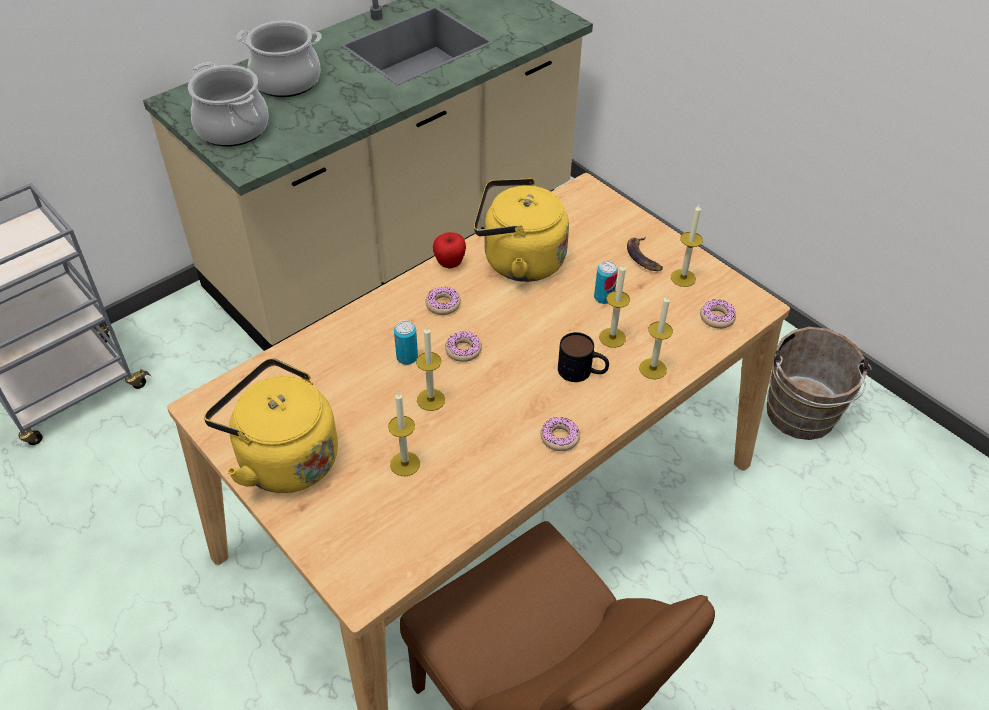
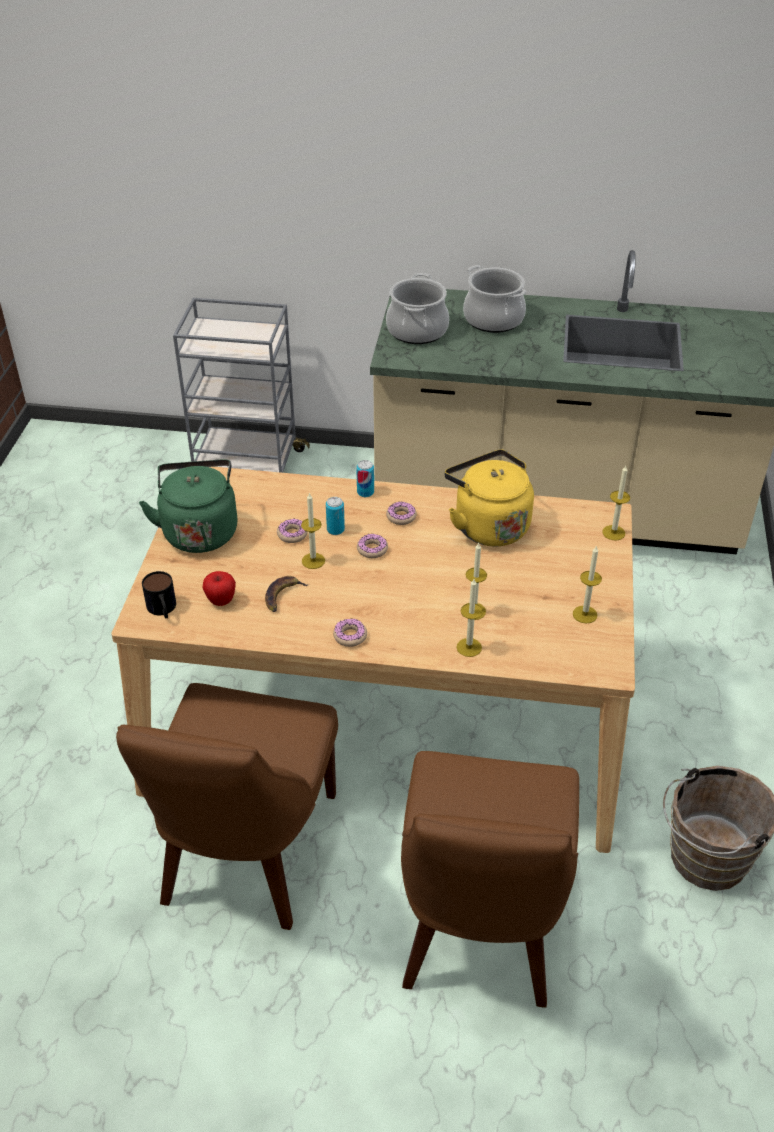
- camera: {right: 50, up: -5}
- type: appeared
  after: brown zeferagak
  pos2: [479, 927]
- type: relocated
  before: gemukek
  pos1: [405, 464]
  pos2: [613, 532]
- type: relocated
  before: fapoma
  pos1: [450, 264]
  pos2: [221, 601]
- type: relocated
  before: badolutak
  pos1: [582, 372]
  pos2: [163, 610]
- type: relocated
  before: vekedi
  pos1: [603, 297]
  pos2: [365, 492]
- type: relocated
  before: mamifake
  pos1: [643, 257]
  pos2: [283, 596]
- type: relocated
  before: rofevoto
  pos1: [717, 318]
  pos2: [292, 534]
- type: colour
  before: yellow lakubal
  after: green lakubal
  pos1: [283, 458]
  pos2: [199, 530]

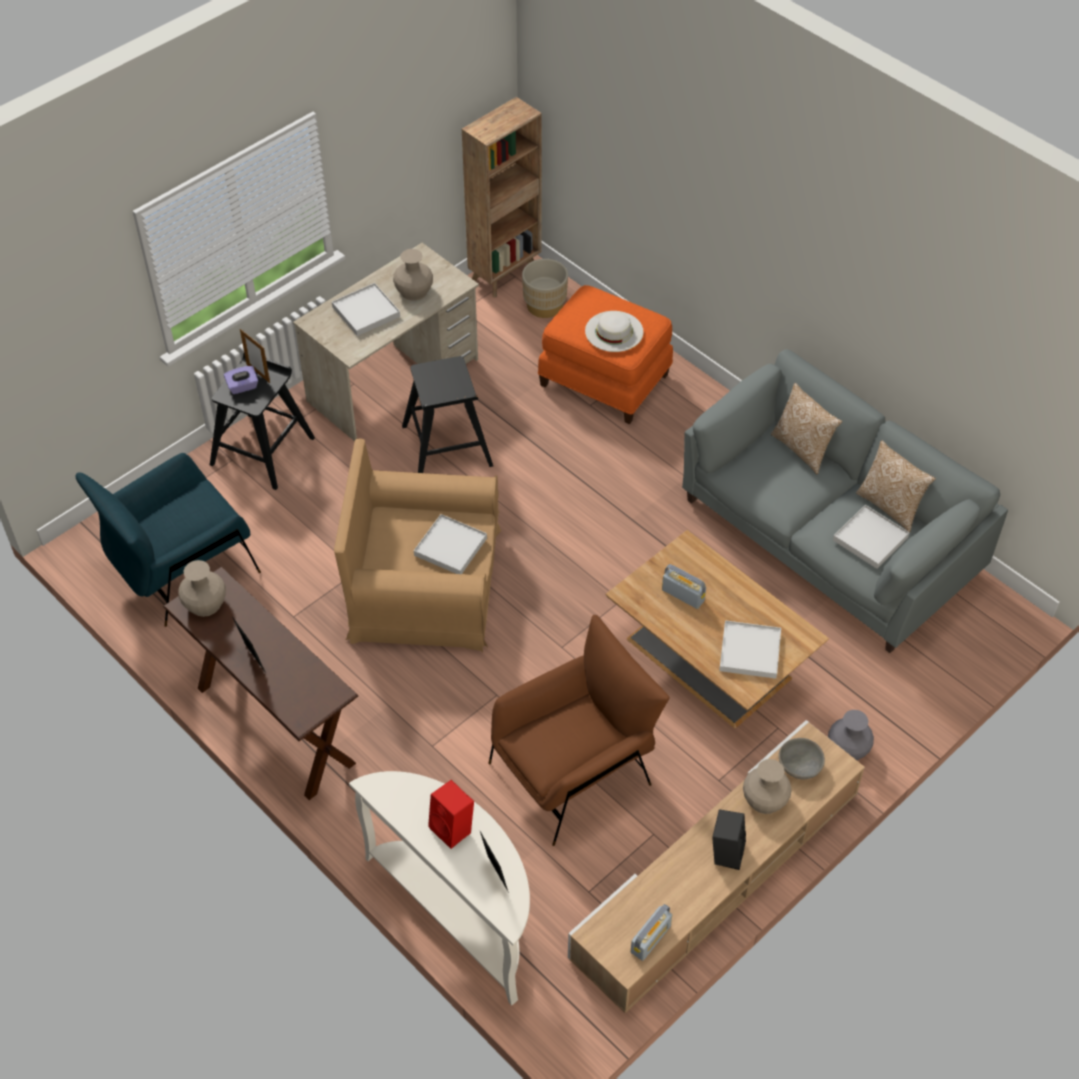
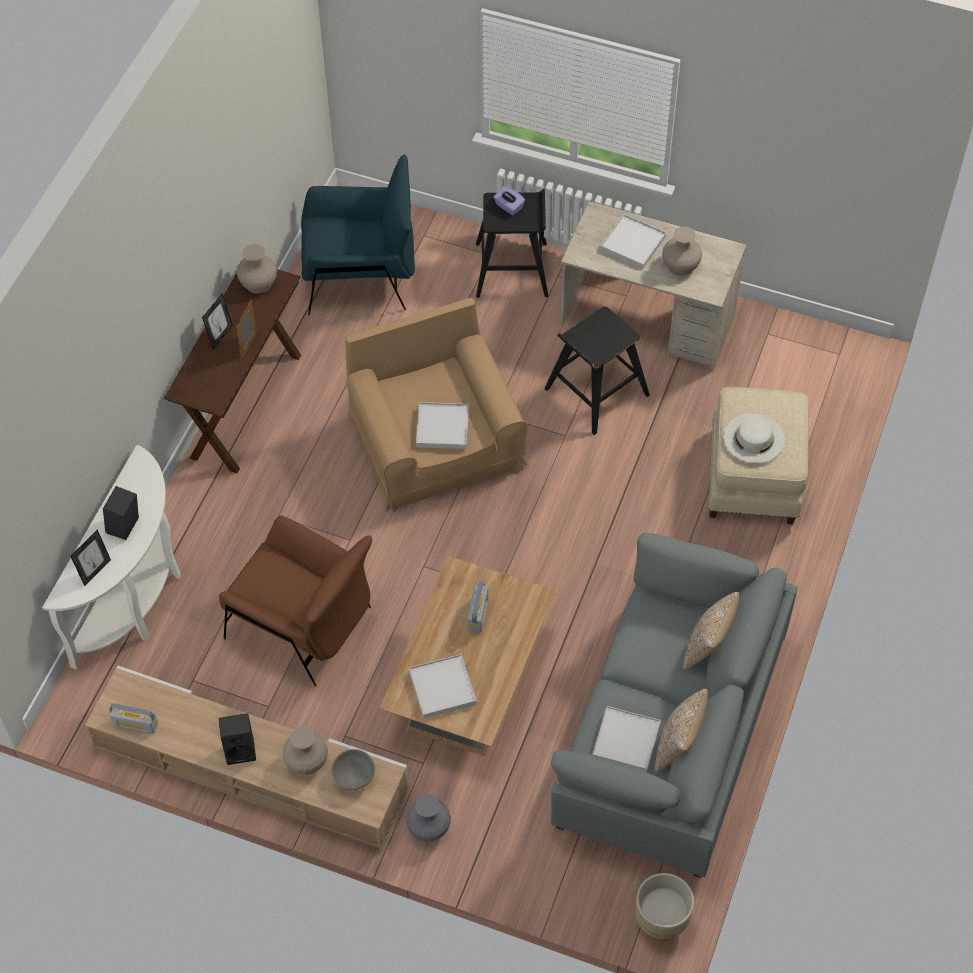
- camera: {right: 65, up: 5}
- type: missing
  before: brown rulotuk
  pos1: [505, 274]
- type: relocated
  before: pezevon
  pos1: [258, 373]
  pos2: [249, 344]
- type: relocated
  before: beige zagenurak
  pos1: [545, 306]
  pos2: [661, 920]
- type: colour
  before: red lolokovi
  after: black lolokovi
  pos1: [453, 829]
  pos2: [125, 528]
- type: colour
  before: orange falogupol
  after: beige falogupol
  pos1: [605, 378]
  pos2: [754, 476]
- type: spun
  before: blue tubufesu
  pos1: [182, 569]
  pos2: [361, 277]
  turn: 150

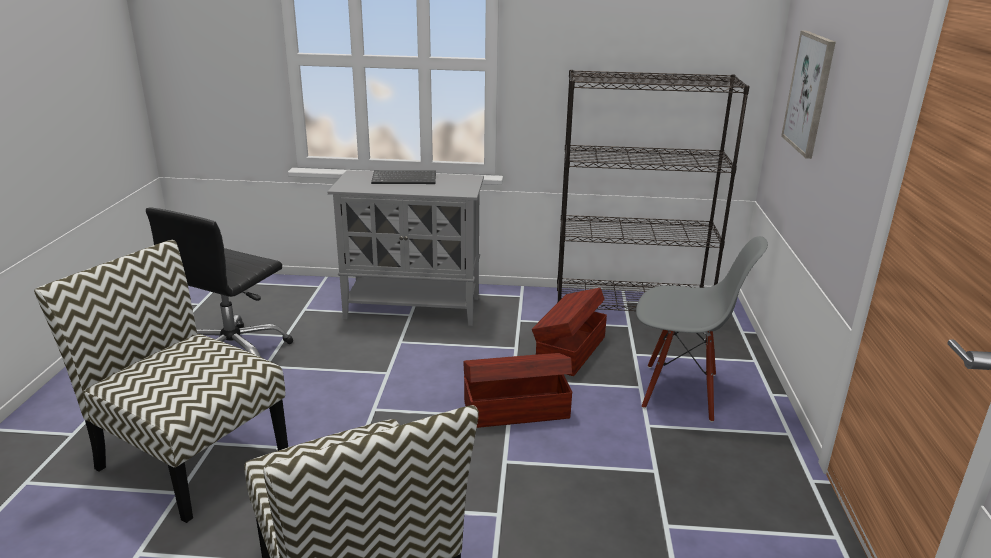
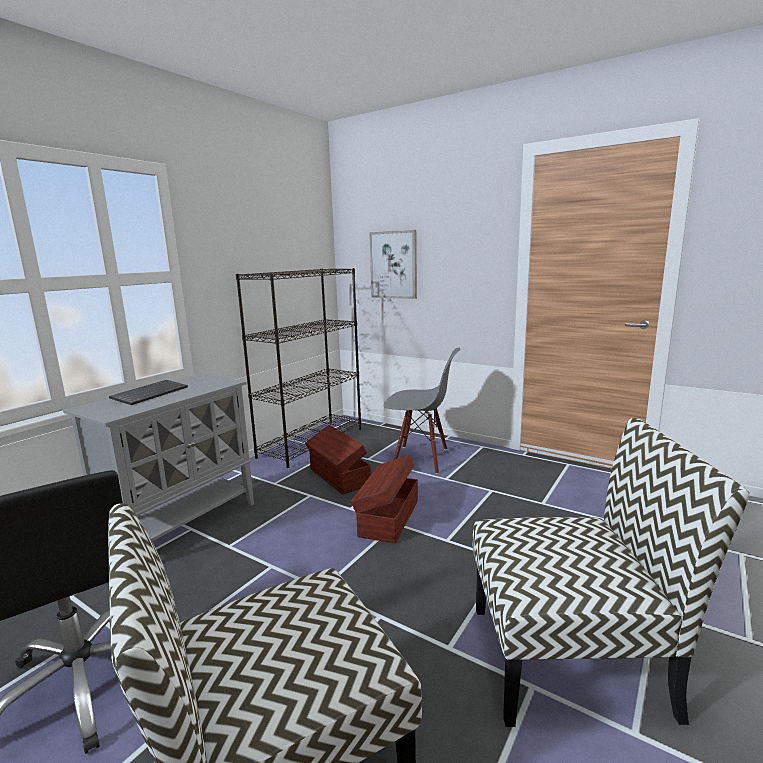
- camera: {right: -60, up: -10}
- type: spun
  before: grey zeferagak
  pos1: [680, 391]
  pos2: [420, 459]
  turn: 60

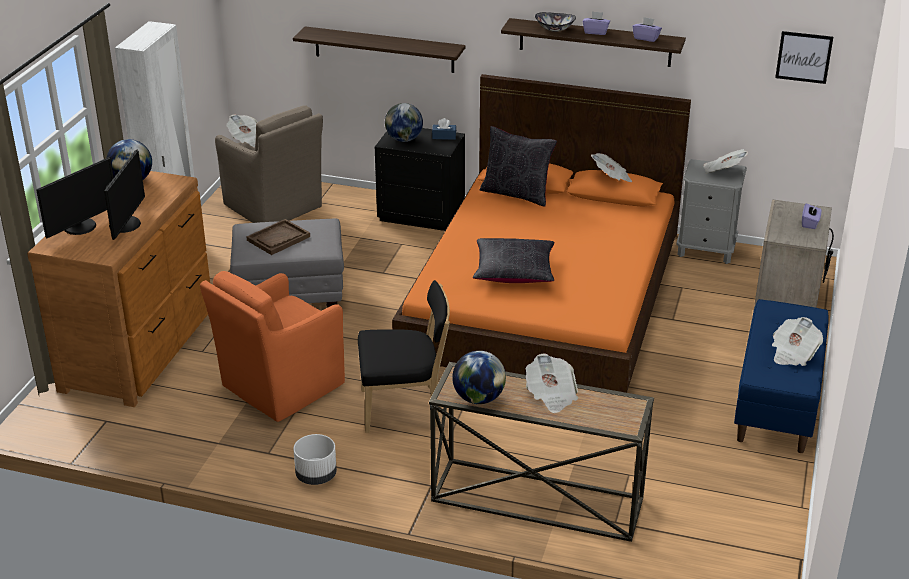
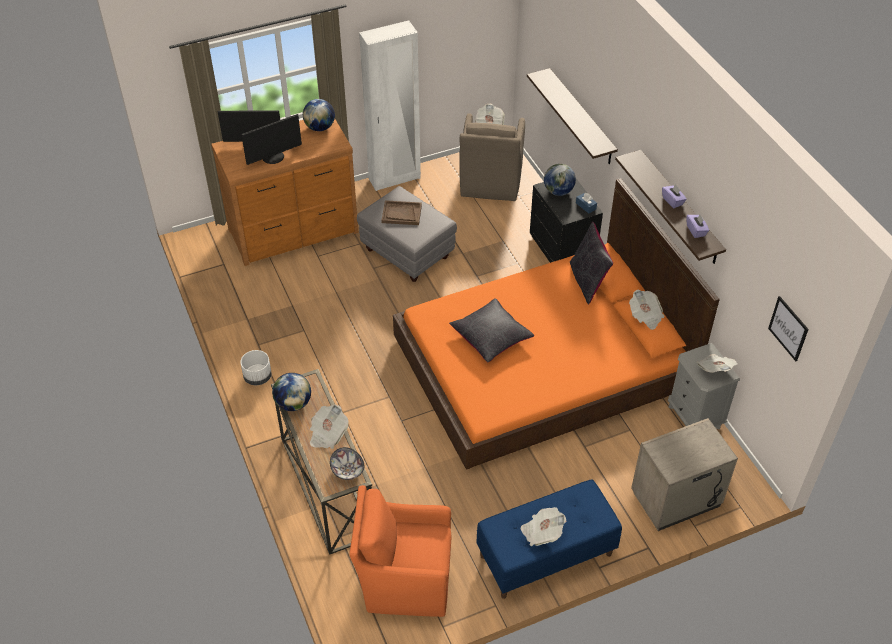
- camera: {right: 50, up: 15}
- type: missing
  before: black zeferagak
  pos1: [404, 409]
- type: missing
  before: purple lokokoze
  pos1: [810, 223]
- type: relocated
  before: orange tubufesu
  pos1: [279, 386]
  pos2: [404, 580]
- type: relocated
  before: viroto
  pos1: [554, 29]
  pos2: [347, 470]

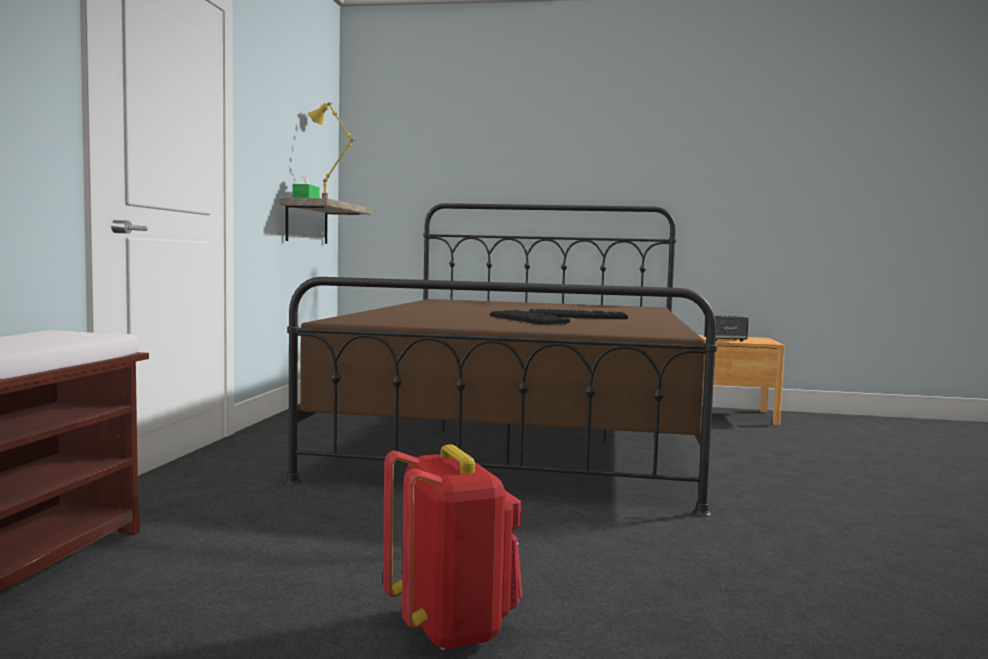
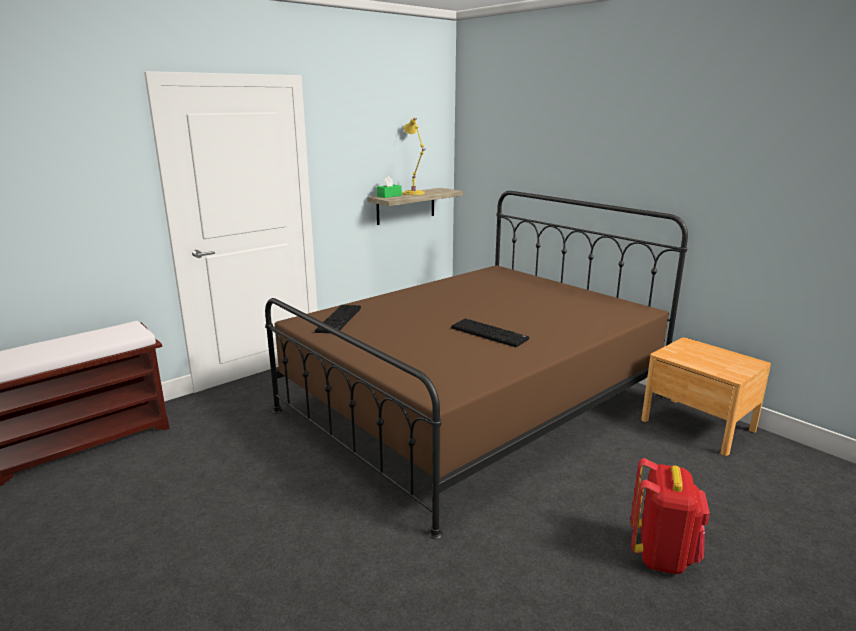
- camera: {right: 40, up: 15}
- type: missing
  before: lolokovi
  pos1: [725, 340]
- type: relocated
  before: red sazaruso
  pos1: [452, 627]
  pos2: [662, 555]
- type: relocated
  before: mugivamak
  pos1: [530, 320]
  pos2: [340, 320]

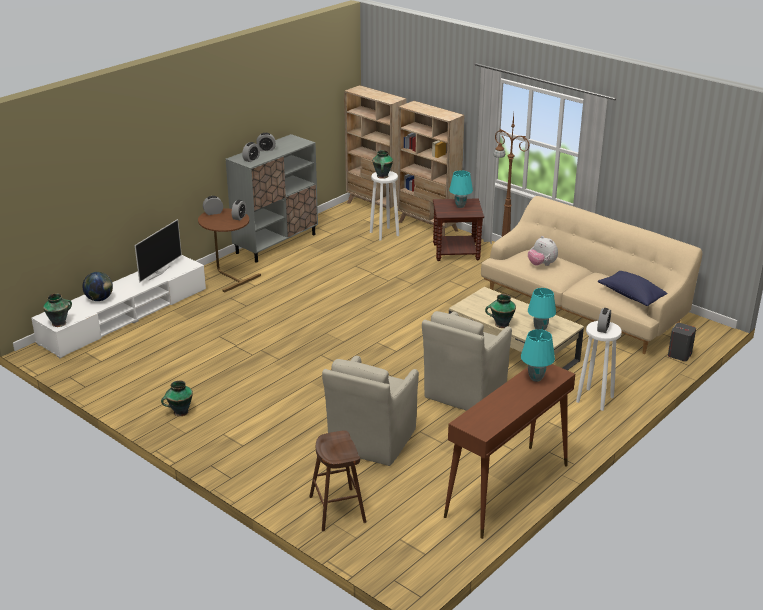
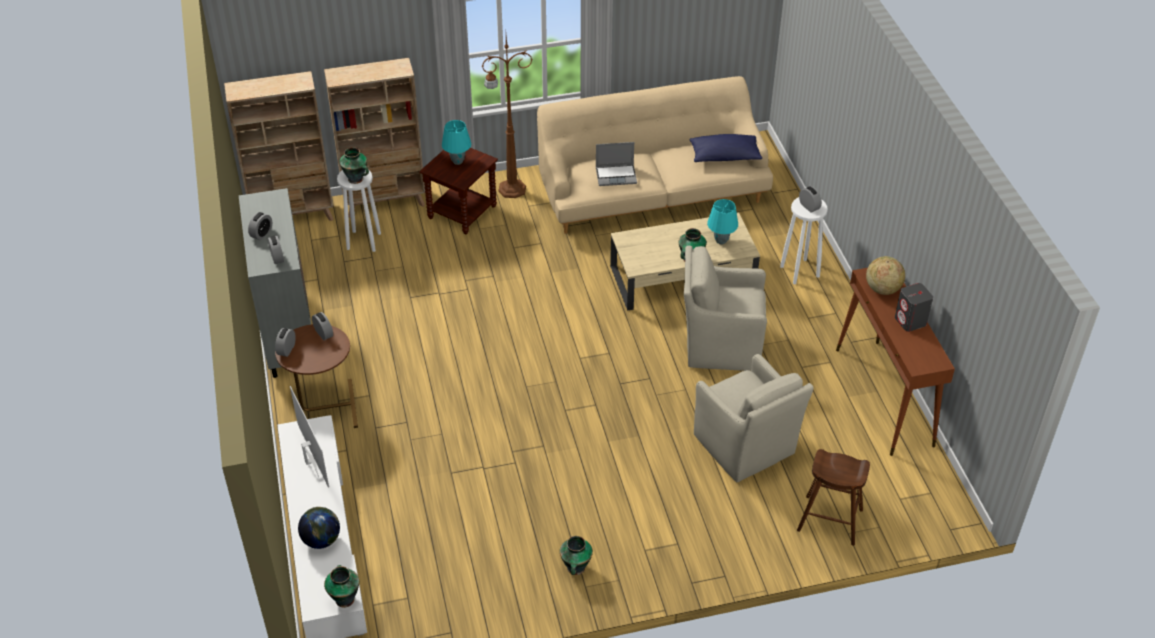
- camera: {right: -55, up: 15}
- type: relocated
  before: grey lolokovi
  pos1: [679, 355]
  pos2: [910, 321]
- type: exchanged
  before: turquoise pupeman
  after: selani
  pos1: [536, 378]
  pos2: [882, 289]
- type: exchanged
  before: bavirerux
  after: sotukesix
  pos1: [541, 265]
  pos2: [616, 175]
- type: spun
  before: beige tubufesu
  pos1: [464, 392]
  pos2: [720, 344]
  turn: 120

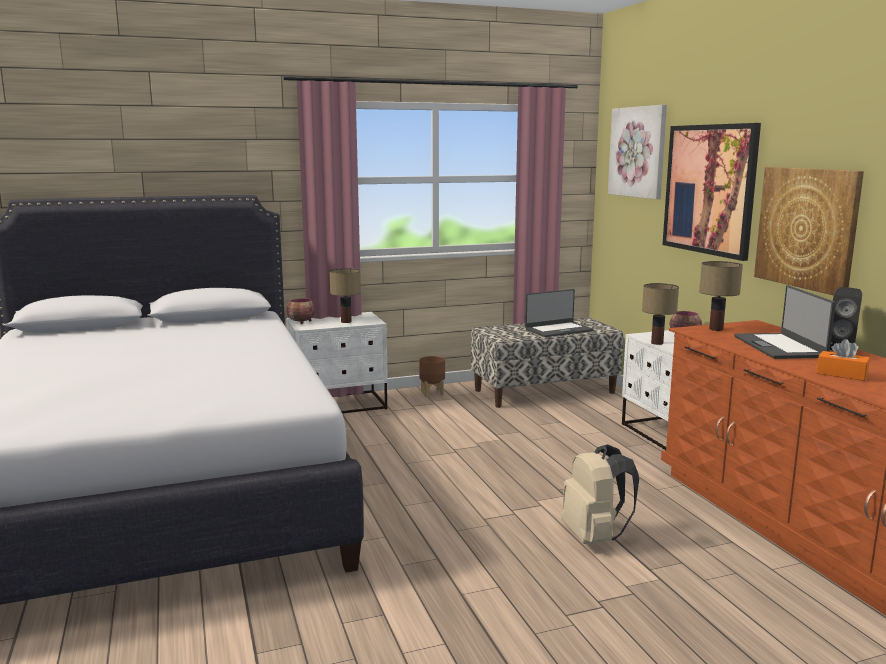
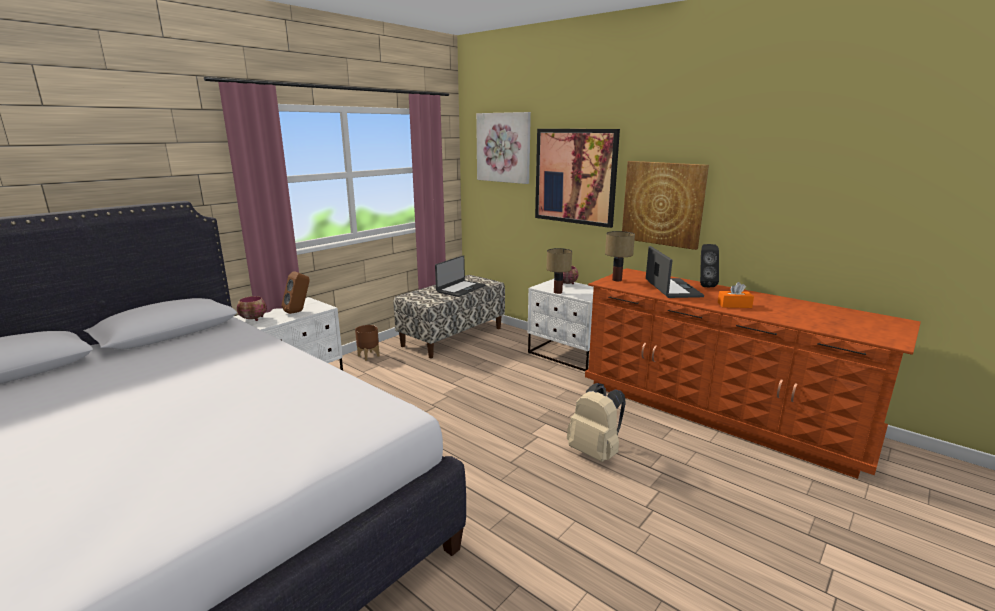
- camera: {right: -30, up: 5}
- type: exchanged
  before: pupeman
  after: brown lolokovi
  pos1: [346, 322]
  pos2: [299, 311]
- type: spun
  before: sotukesix
  pos1: [780, 347]
  pos2: [672, 288]
  turn: -150

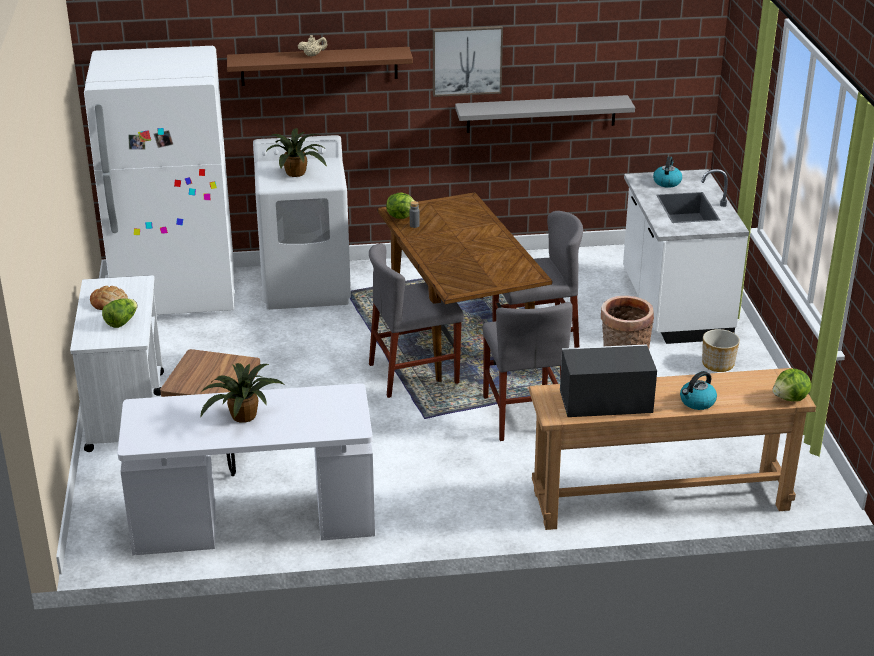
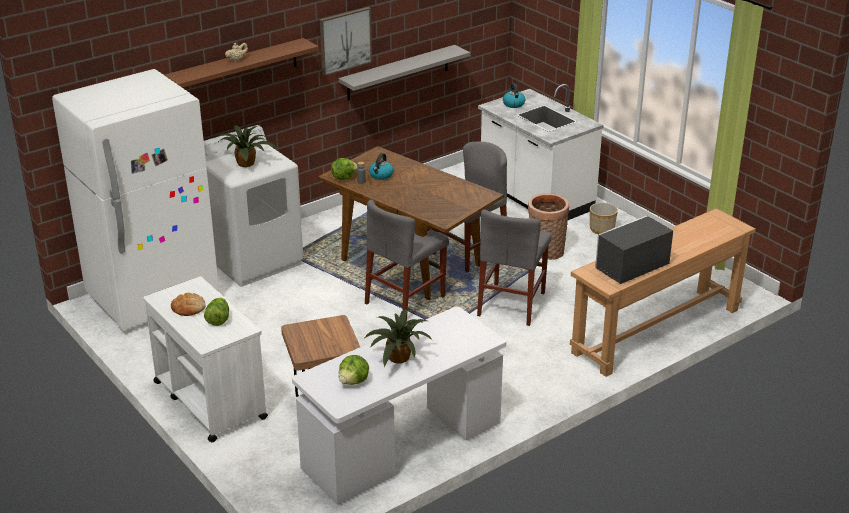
- camera: {right: -30, up: 0}
- type: relocated
  before: lakubal
  pos1: [697, 402]
  pos2: [381, 175]
- type: relocated
  before: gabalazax
  pos1: [790, 399]
  pos2: [354, 381]
- type: spun
  before: grey zeferagak
  pos1: [523, 414]
  pos2: [511, 304]
  turn: 60

